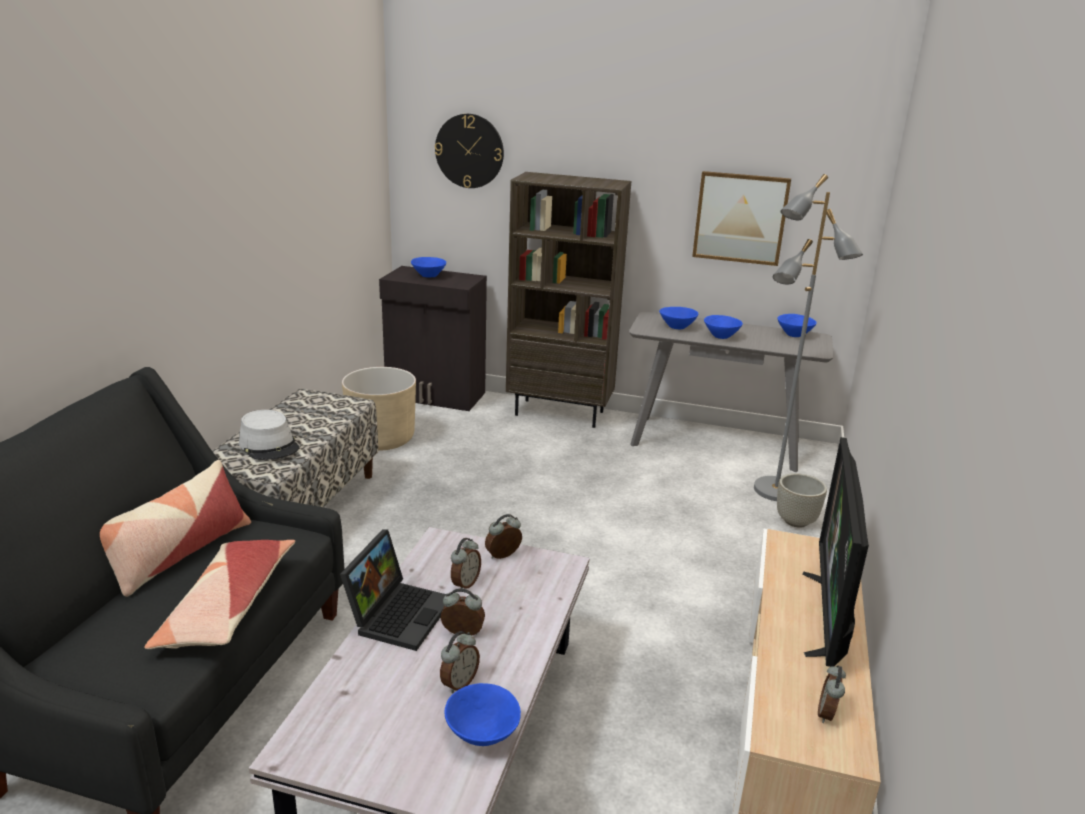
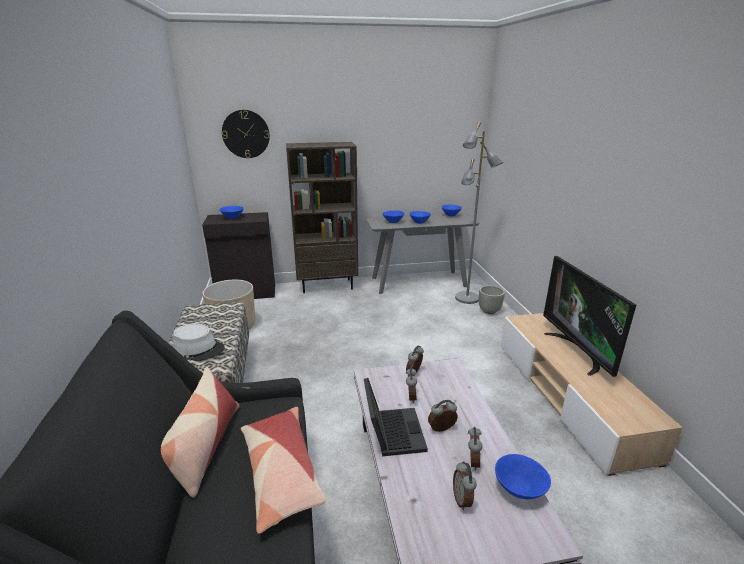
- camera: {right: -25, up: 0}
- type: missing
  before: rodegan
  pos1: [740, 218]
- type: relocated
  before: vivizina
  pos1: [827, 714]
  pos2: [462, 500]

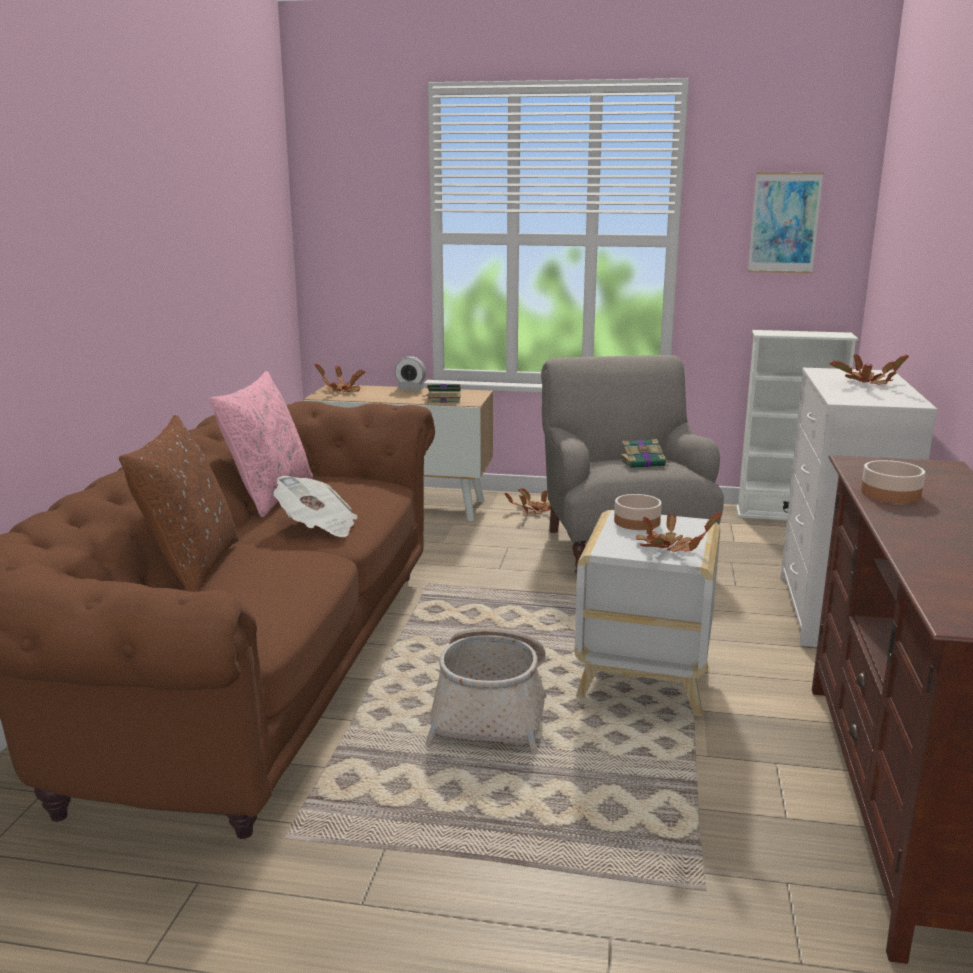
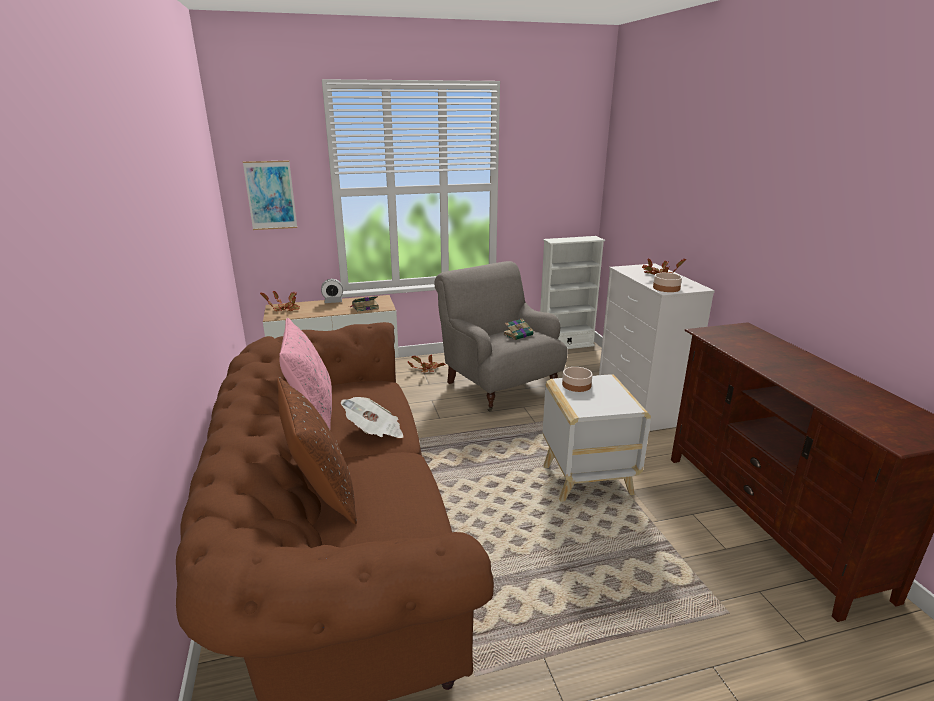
- camera: {right: -25, up: 5}
- type: missing
  before: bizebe
  pos1: [491, 710]
- type: missing
  before: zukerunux
  pos1: [668, 549]
- type: relocated
  before: rodegan
  pos1: [784, 223]
  pos2: [270, 195]
- type: relocated
  before: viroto
  pos1: [891, 494]
  pos2: [666, 288]

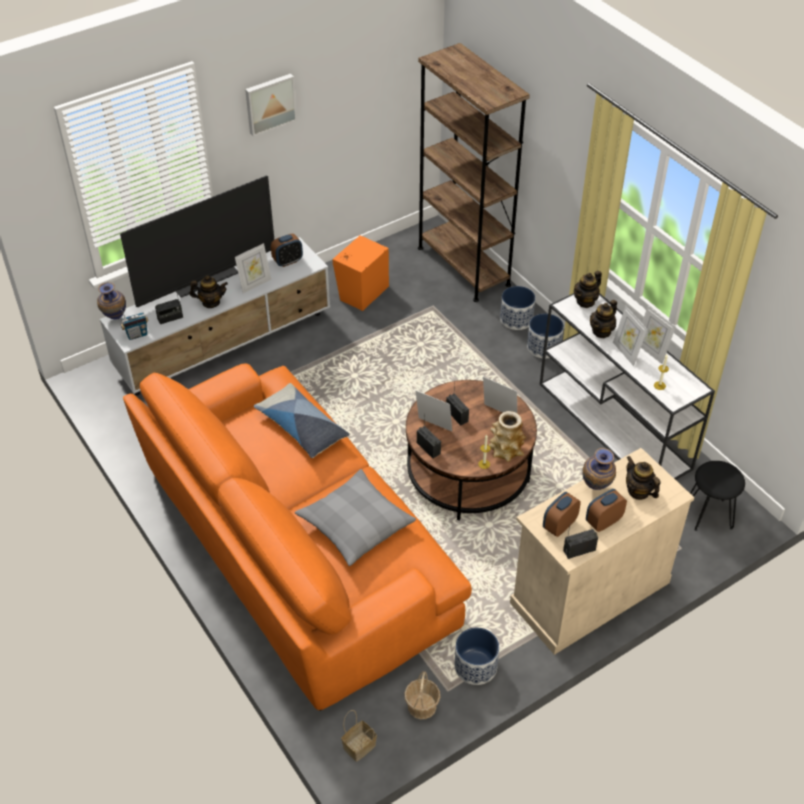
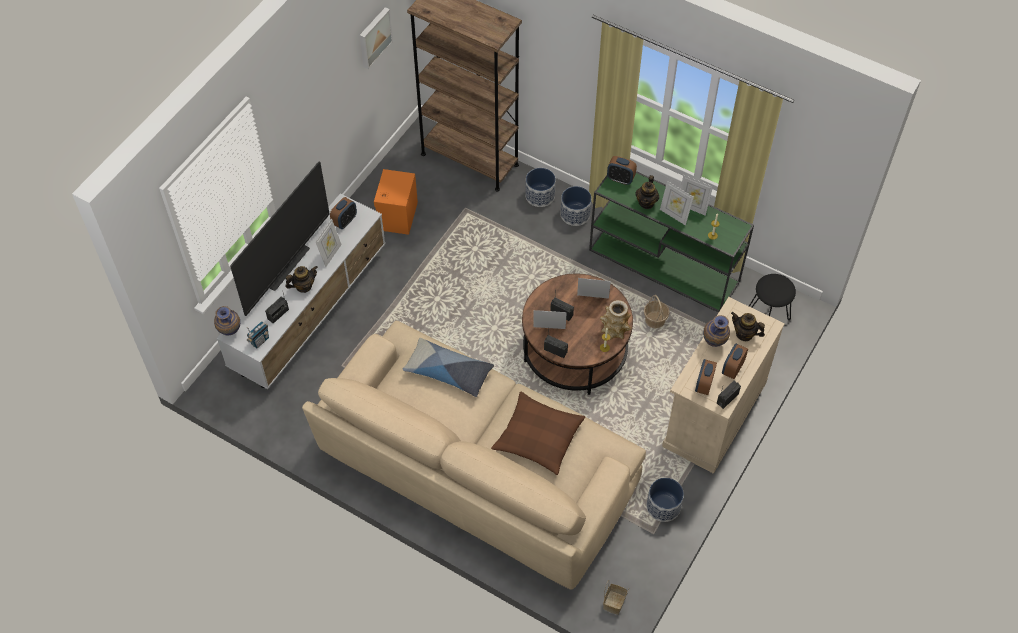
- camera: {right: -25, up: 10}
- type: relocated
  before: rodegan
  pos1: [270, 103]
  pos2: [374, 37]
- type: relocated
  before: bizebe
  pos1: [422, 706]
  pos2: [655, 320]
- type: exchanged
  before: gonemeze
  after: vivizina
  pos1: [585, 301]
  pos2: [620, 179]
- type: colour
  before: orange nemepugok
  after: beige nemepugok
  pos1: [295, 546]
  pos2: [477, 467]
- type: colour
  before: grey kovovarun
  after: brown kovovarun
  pos1: [355, 524]
  pos2: [538, 437]
- type: colour
  before: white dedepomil
  after: green dedepomil
  pos1: [615, 426]
  pos2: [665, 266]

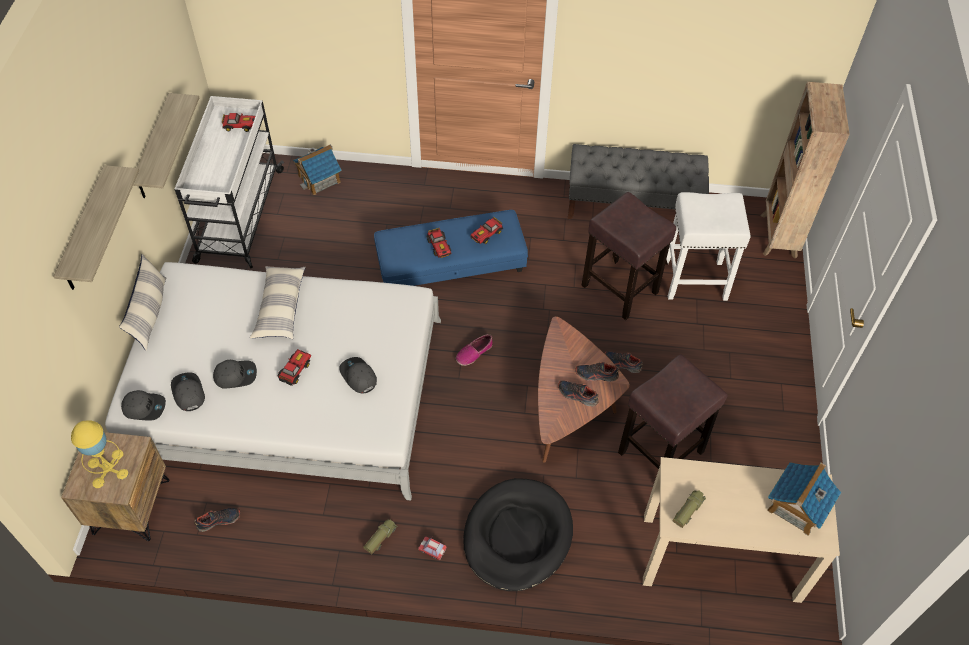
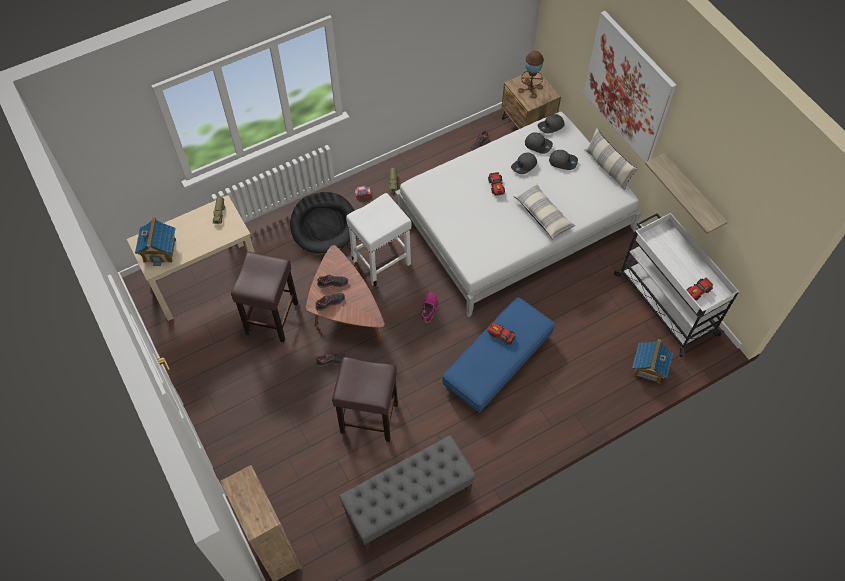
- camera: {right: 145, up: 5}
- type: missing
  before: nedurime
  pos1: [486, 235]
- type: relocated
  before: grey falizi
  pos1: [358, 376]
  pos2: [563, 161]
- type: relocated
  before: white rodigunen
  pos1: [693, 280]
  pos2: [382, 261]
- type: exchanged
  before: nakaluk
  after: rodegan
  pos1: [85, 231]
  pos2: [628, 88]
- type: colour
  before: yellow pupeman
  after: brown pupeman
  pos1: [108, 468]
  pos2: [530, 88]

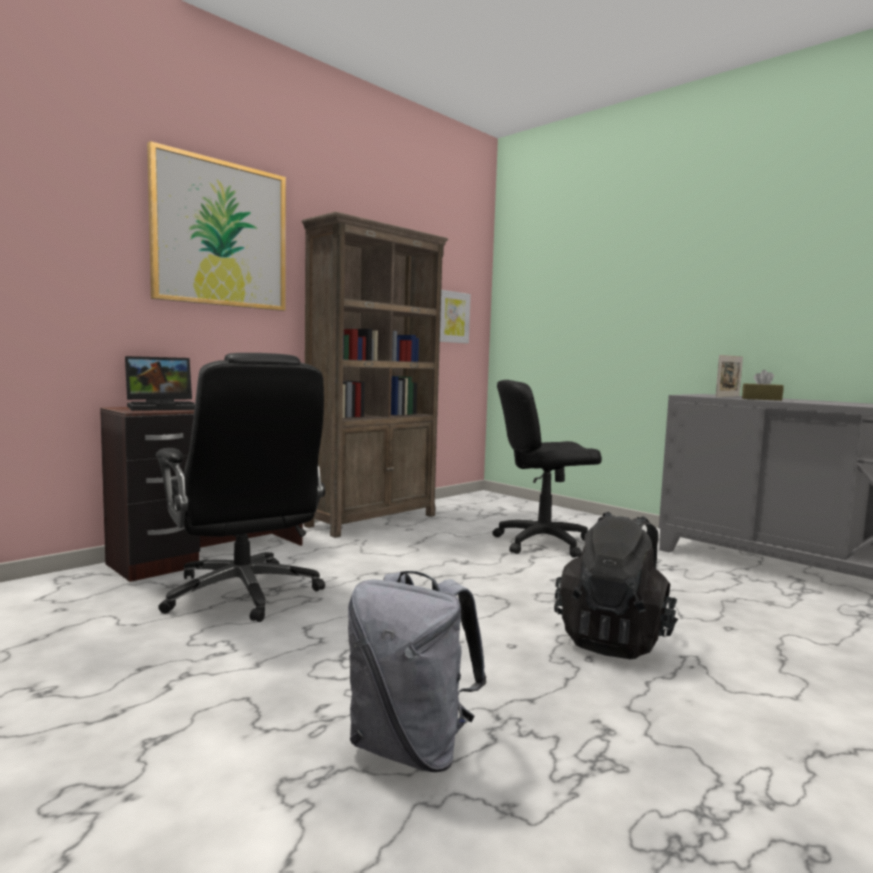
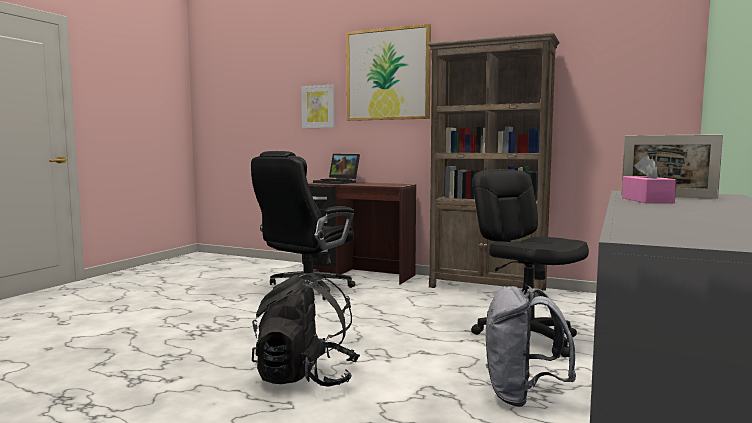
- camera: {right: 70, up: 0}
- type: relocated
  before: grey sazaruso
  pos1: [411, 747]
  pos2: [522, 395]
- type: relocated
  before: rodegan
  pos1: [452, 317]
  pos2: [318, 107]
- type: colour
  before: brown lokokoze
  after: pink lokokoze
  pos1: [761, 399]
  pos2: [647, 200]

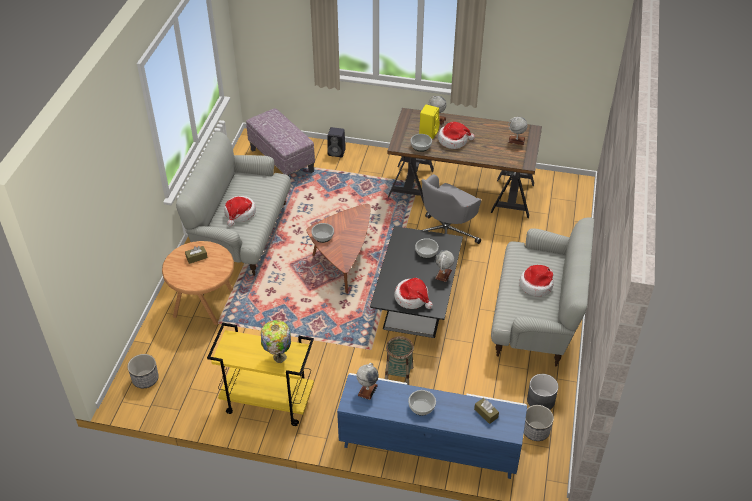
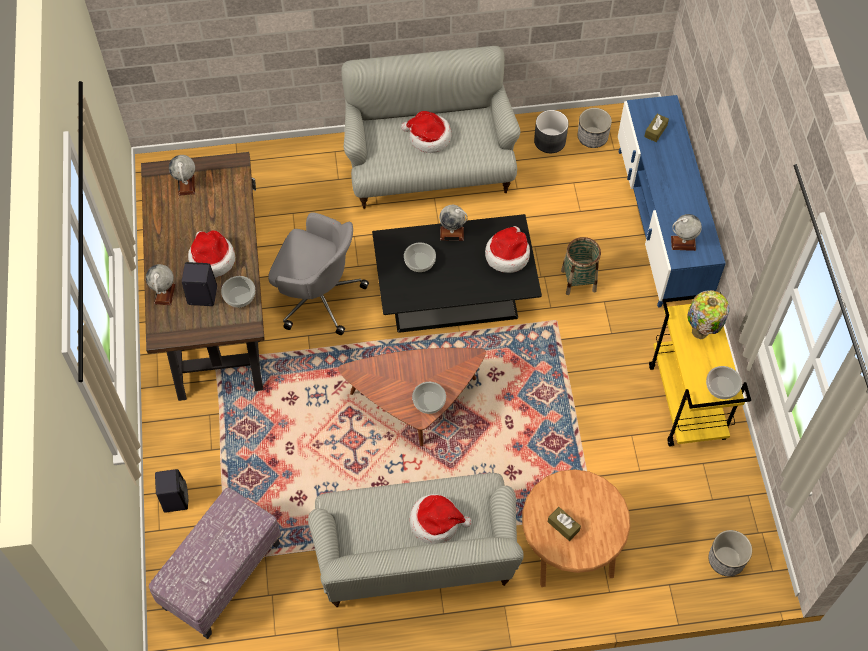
- camera: {right: -110, up: 15}
- type: relocated
  before: viroto
  pos1: [422, 407]
  pos2: [722, 387]
- type: colour
  before: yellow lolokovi
  after: black lolokovi
  pos1: [429, 132]
  pos2: [201, 295]

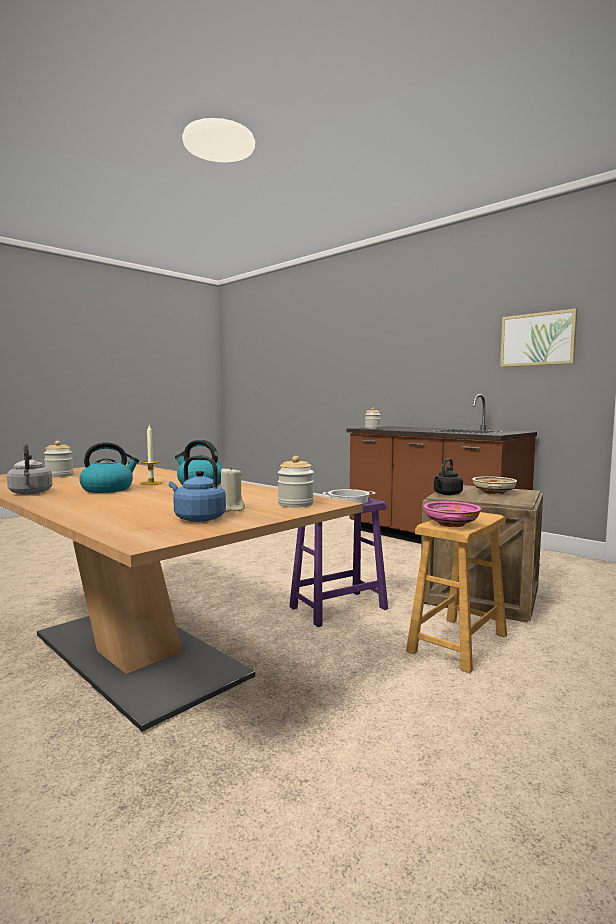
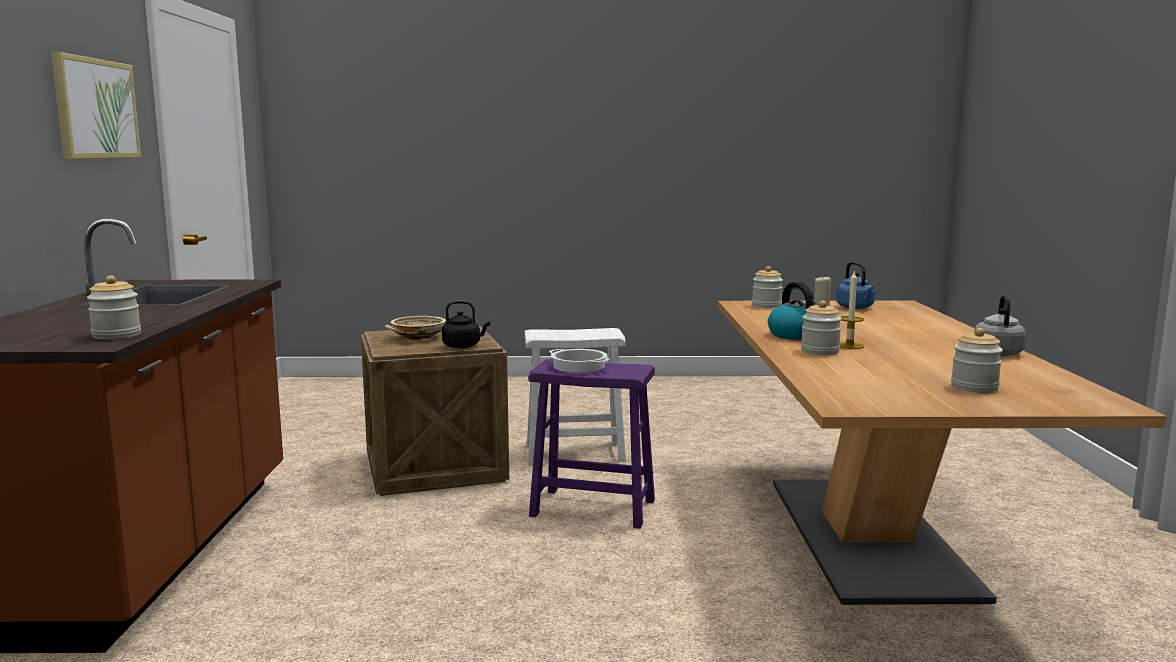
- camera: {right: -135, up: 5}
- type: missing
  before: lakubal
  pos1: [108, 489]
- type: missing
  before: pink viroto
  pos1: [451, 524]
- type: appeared
  after: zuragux
  pos2: [820, 351]
- type: colour
  before: brown rodigunen
  after: white rodigunen
  pos1: [458, 643]
  pos2: [574, 452]

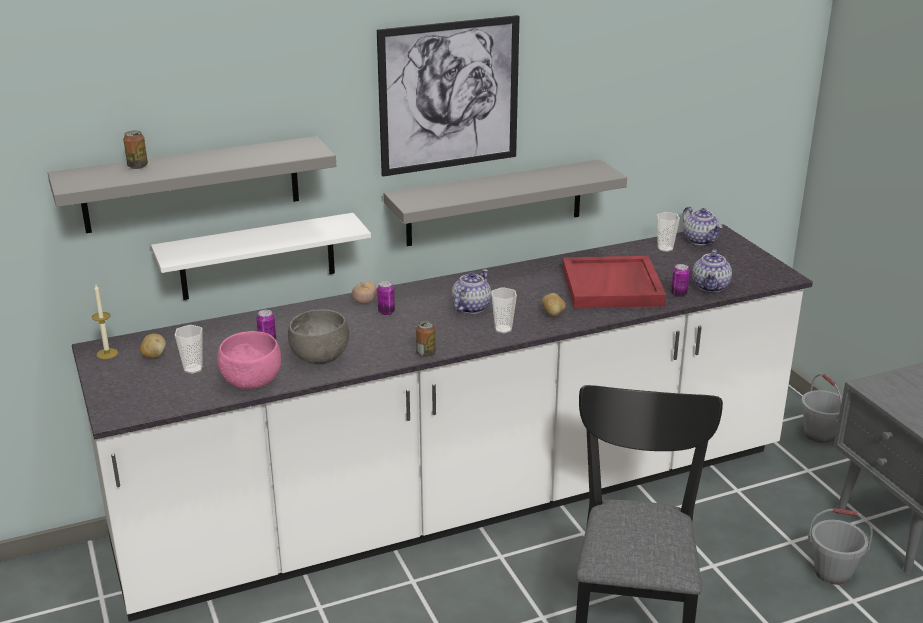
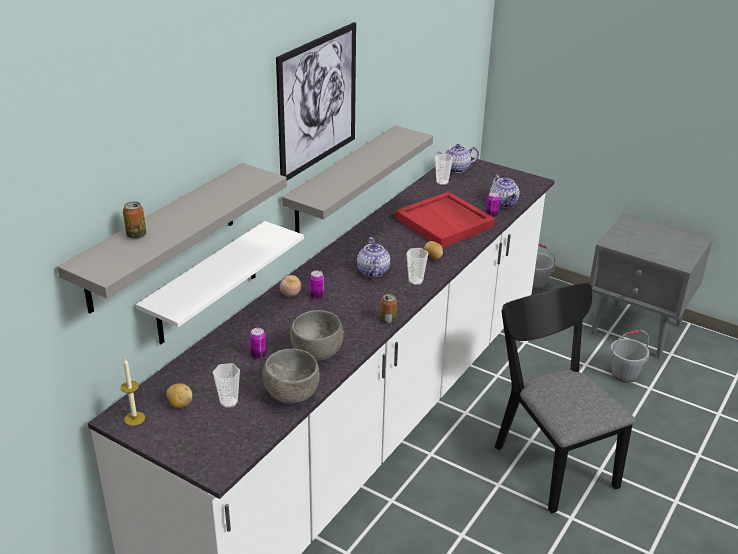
- camera: {right: -35, up: 5}
- type: colour
  before: pink viroto
  after: grey viroto
  pos1: [250, 383]
  pos2: [291, 395]
- type: spun
  before: gonemeze
  pos1: [700, 240]
  pos2: [456, 169]
  turn: 135

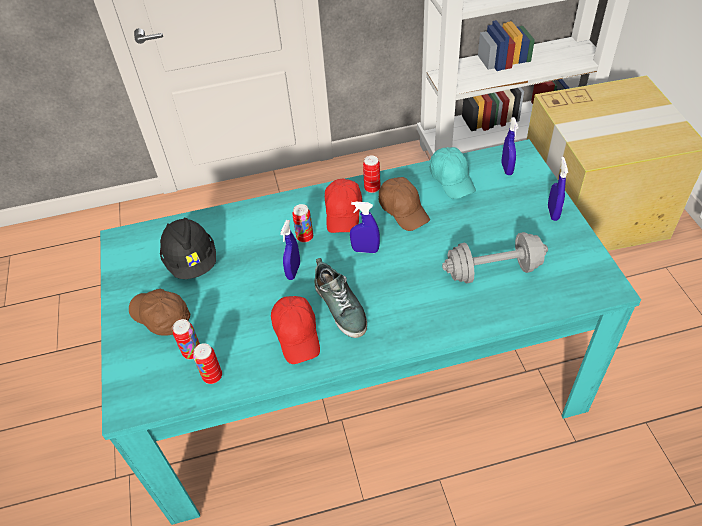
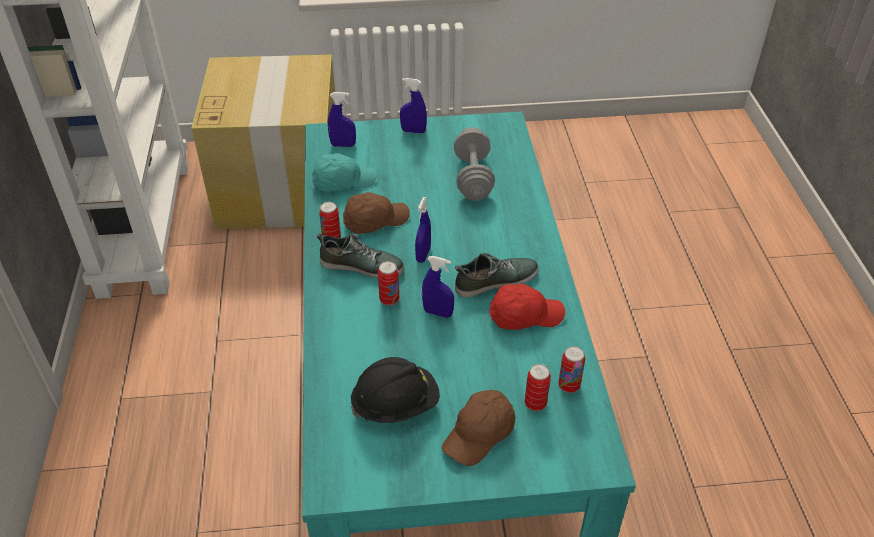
- camera: {right: -85, up: -5}
- type: exchanged
  before: red falizi
  after: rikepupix
  pos1: [343, 213]
  pos2: [362, 265]

